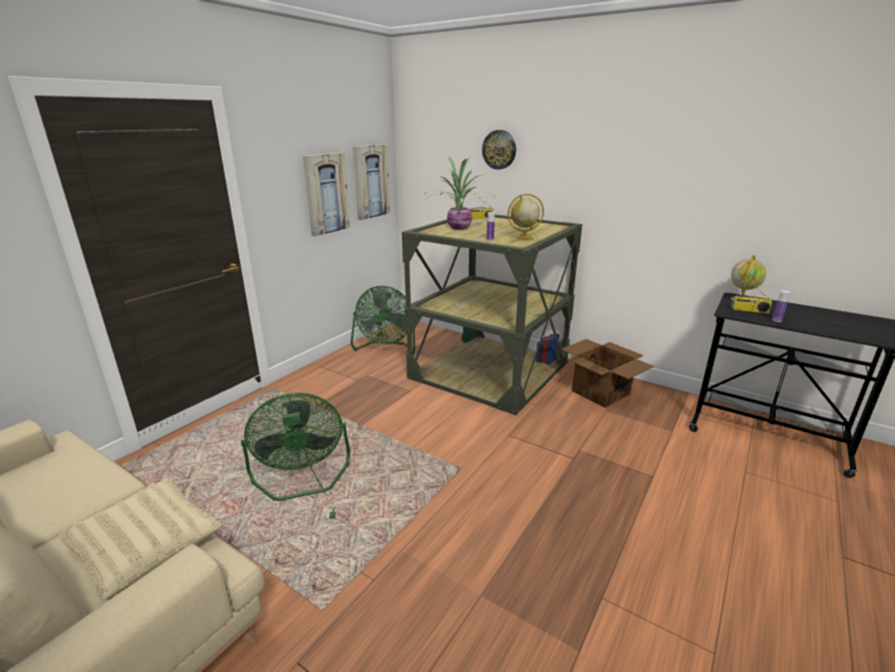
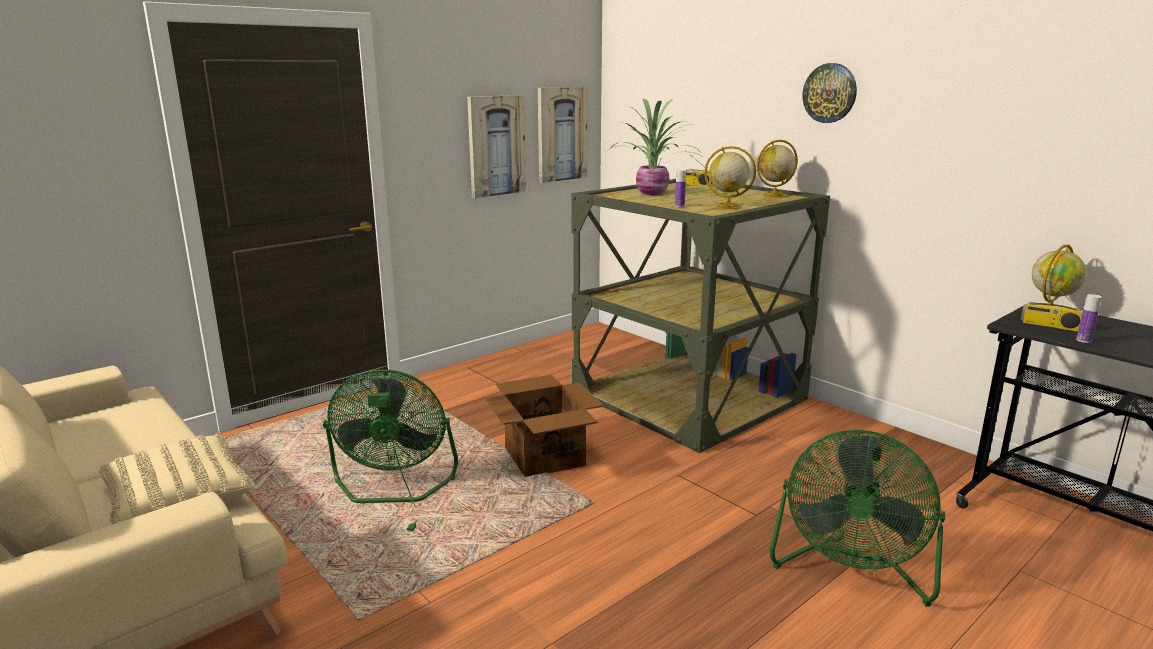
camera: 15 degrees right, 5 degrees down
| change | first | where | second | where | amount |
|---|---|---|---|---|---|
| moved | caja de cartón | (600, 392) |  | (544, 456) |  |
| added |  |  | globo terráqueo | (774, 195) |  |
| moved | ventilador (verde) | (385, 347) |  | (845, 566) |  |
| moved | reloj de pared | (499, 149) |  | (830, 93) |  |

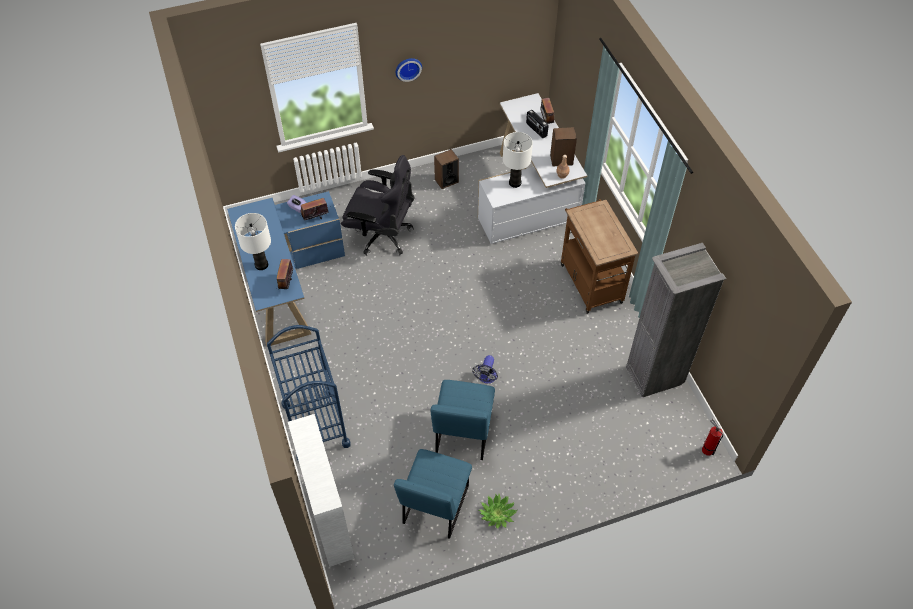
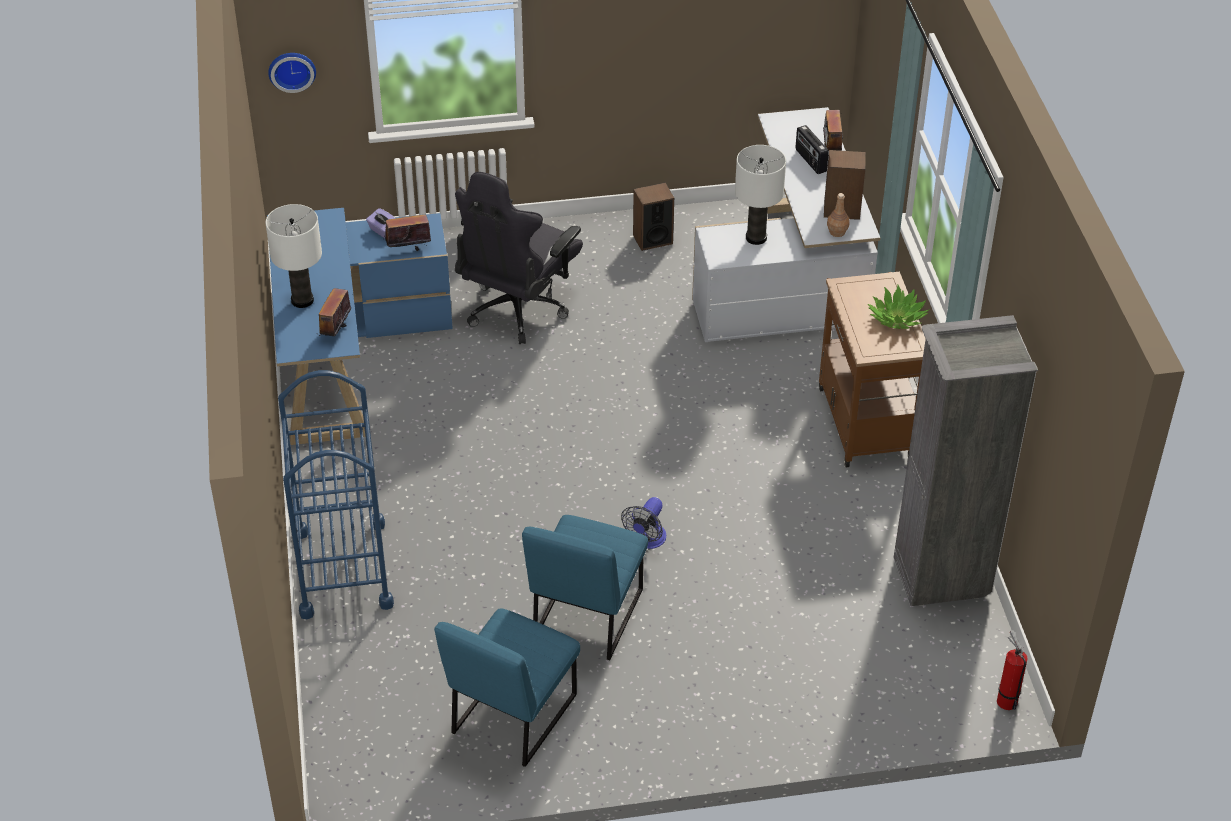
camera: 10 degrees right, 10 degrees down
| change | first | where | second | where | amount |
|---|---|---|---|---|---|
| moved | reloj de pared | (408, 68) |  | (292, 70) |  |
| turned | silla de oficina (negro) | (380, 235) |  | (519, 306) | 90 degrees clockwise |
| moved | planta en maceta | (497, 514) |  | (896, 318) |  |
| removed | estantería (blanco) | (328, 517) |  |  |  |

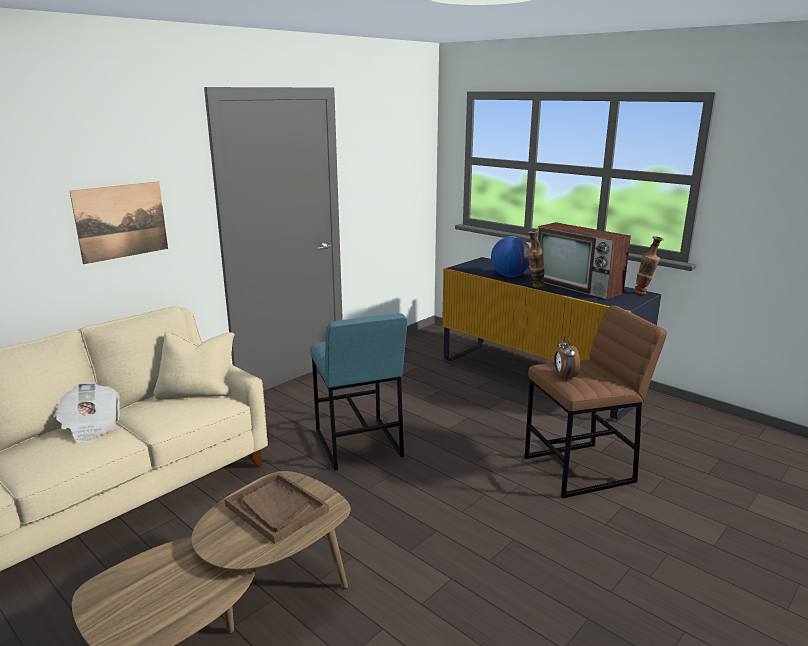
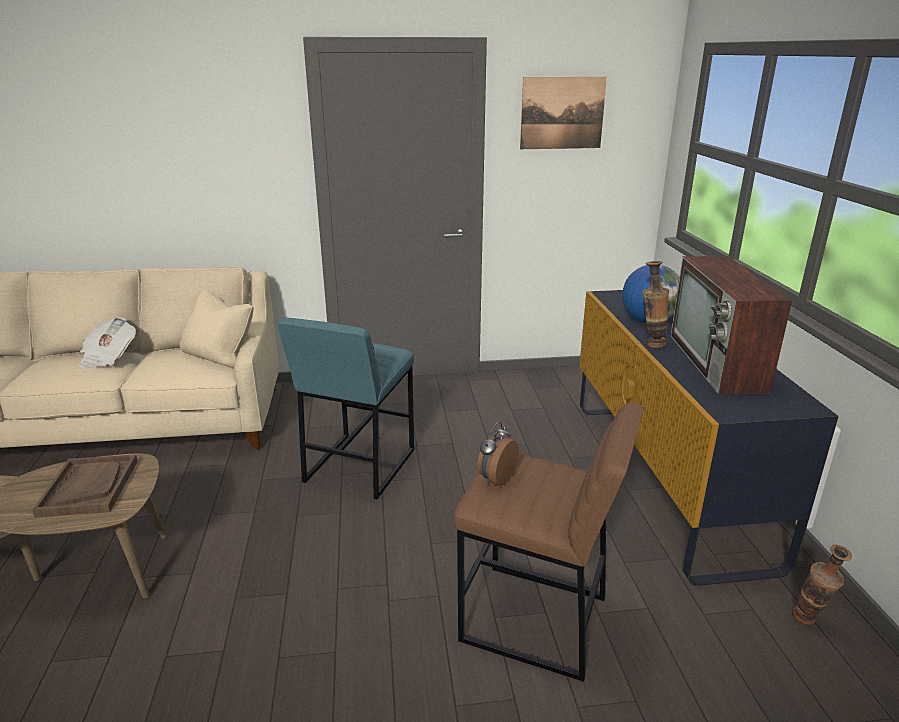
camera: 40 degrees right, 5 degrees up
| change | first | where | second | where | amount |
|---|---|---|---|---|---|
| moved | cuadro | (121, 221) |  | (562, 113) |  |
| moved | florero | (644, 294) |  | (808, 623) |  |

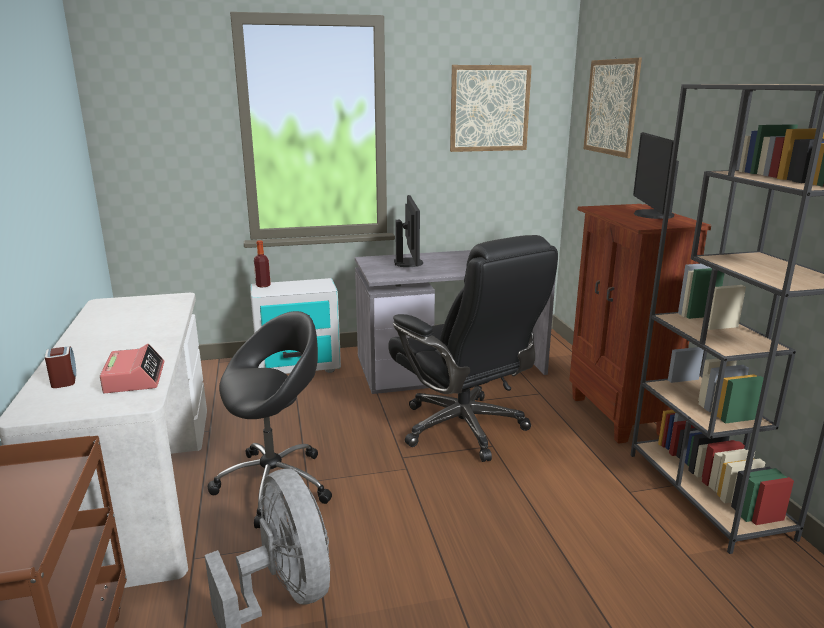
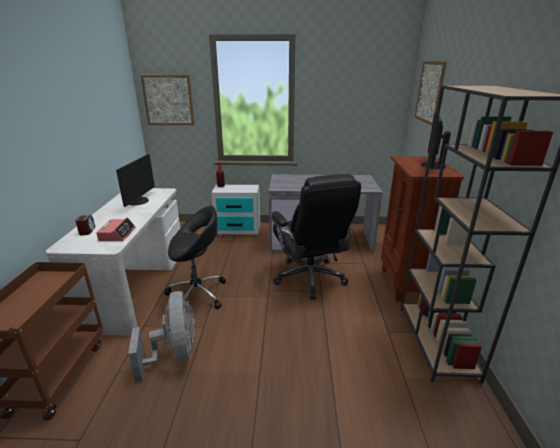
camera: 15 degrees right, 5 degrees up
| change | first | where | second | where | amount |
|---|---|---|---|---|---|
| moved | monitor | (409, 263) |  | (139, 201) |  |
| moved | cuadro | (489, 107) |  | (168, 100) |  |

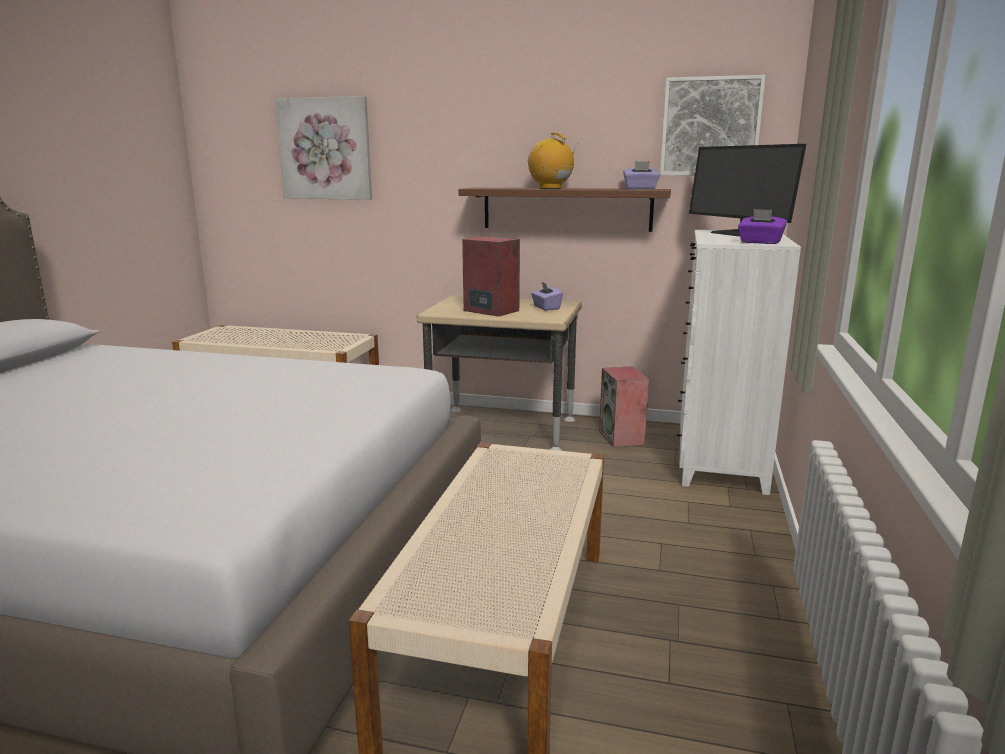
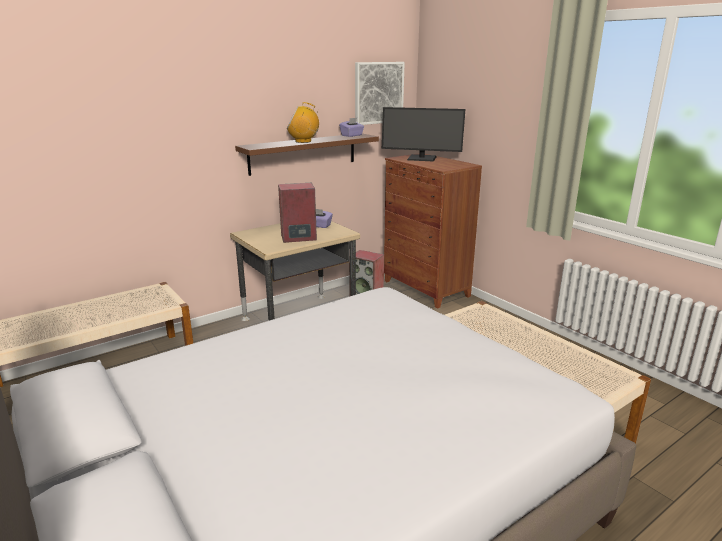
camera: 50 degrees left, 5 degrees up
| change | first | where | second | where | amount |
|---|---|---|---|---|---|
| recoloured | cómoda (blanco) | (717, 461) | cómoda (marrón) | (425, 289) |  |
| removed | cuadro | (325, 149) |  |  |  |
| removed | caja de pañuelos (morado) | (760, 242) |  |  |  |

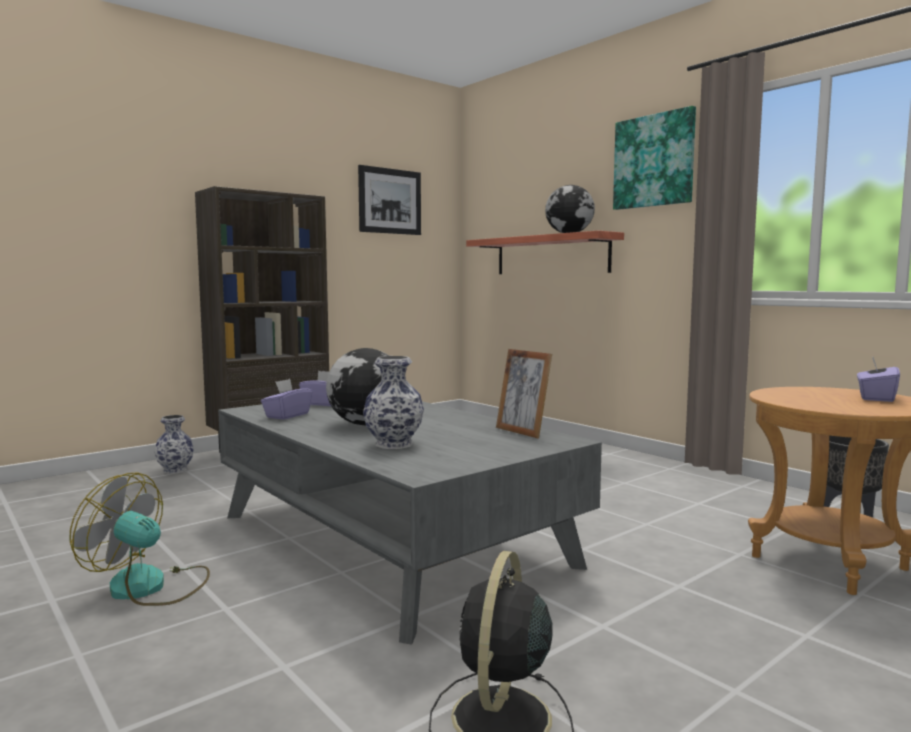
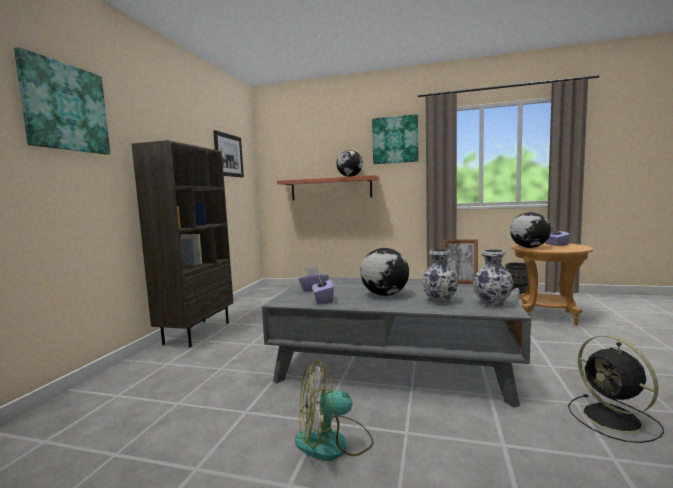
camera: 35 degrees left, 0 degrees up
| change | first | where | second | where | amount |
|---|---|---|---|---|---|
| added |  |  | cuadro | (65, 107) |  |
| moved | florero | (175, 470) |  | (493, 304) |  |
| added |  |  | globo terráqueo | (529, 247) |  |

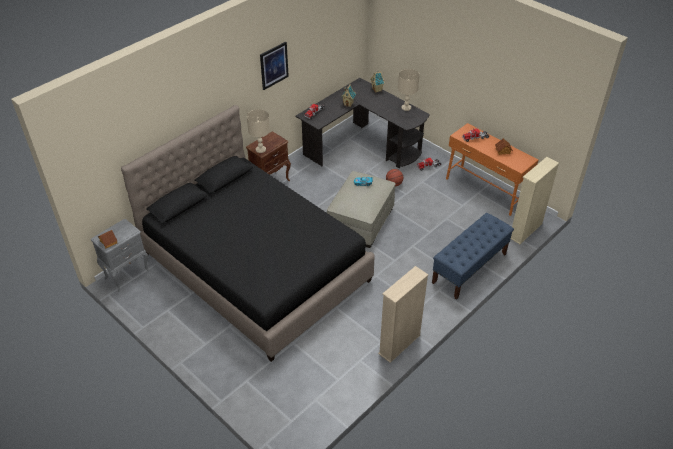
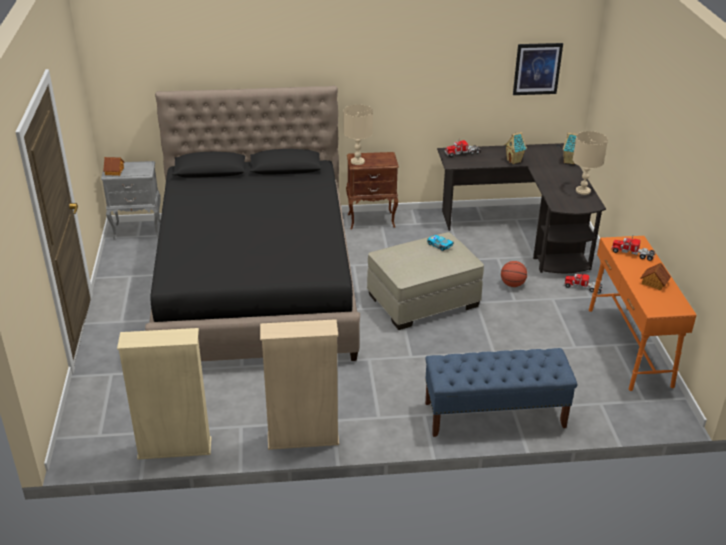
camera: 40 degrees right, 10 degrees down
| change | first | where | second | where | amount |
|---|---|---|---|---|---|
| moved | estantería (beis) | (525, 230) |  | (175, 448) |  |
| moved | cuadro | (274, 65) |  | (537, 69) |  |

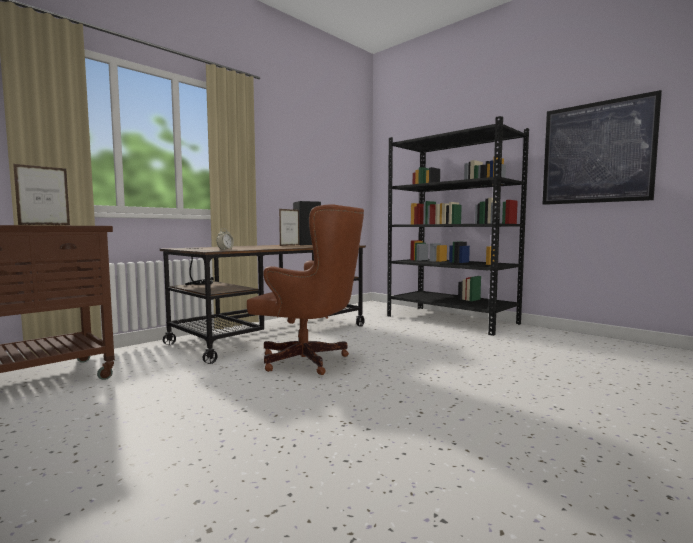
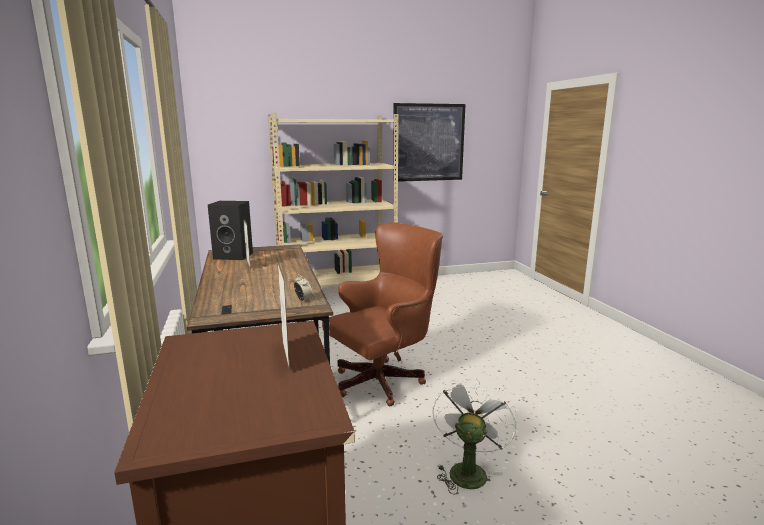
camera: 60 degrees left, 10 degrees up
| change | first | where | second | where | amount |
|---|---|---|---|---|---|
| recoloured | estantería (negro) | (451, 320) | estantería (beis) | (336, 294) |  |
| added |  |  | ventilador (blanco) | (467, 470) |  |

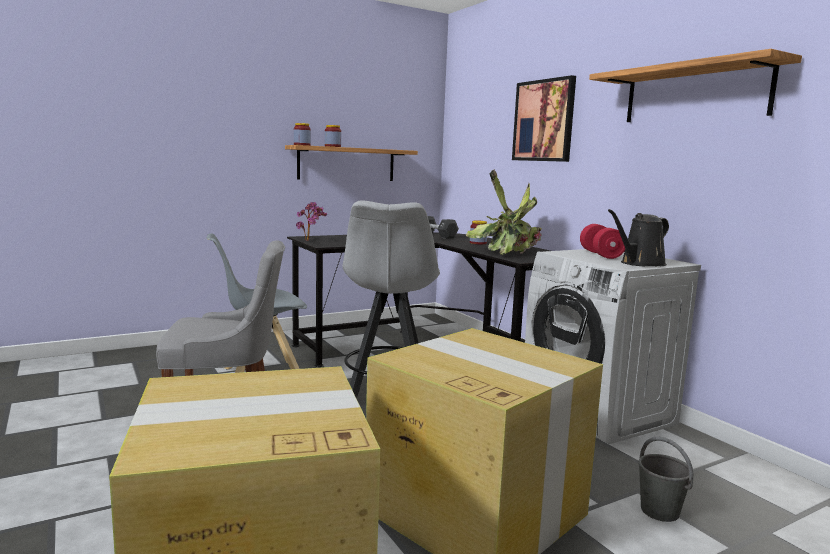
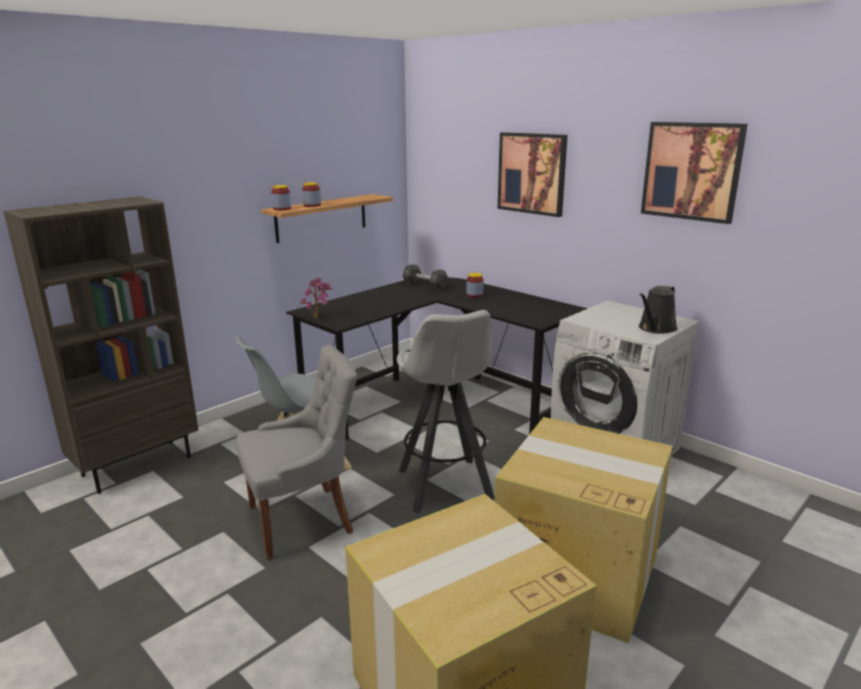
camera: 15 degrees left, 10 degrees up
| change | first | where | second | where | amount |
|---|---|---|---|---|---|
| added |  |  | estantería (marrón) | (137, 465) |  |
| replaced | estante | (694, 94) | cuadro | (691, 171) |  |
| removed | planta en maceta | (507, 252) |  |  |  |
| removed | mancuerna (rojo) | (601, 254) |  |  |  |
| removed | cubo (gris) | (660, 511) |  |  |  |

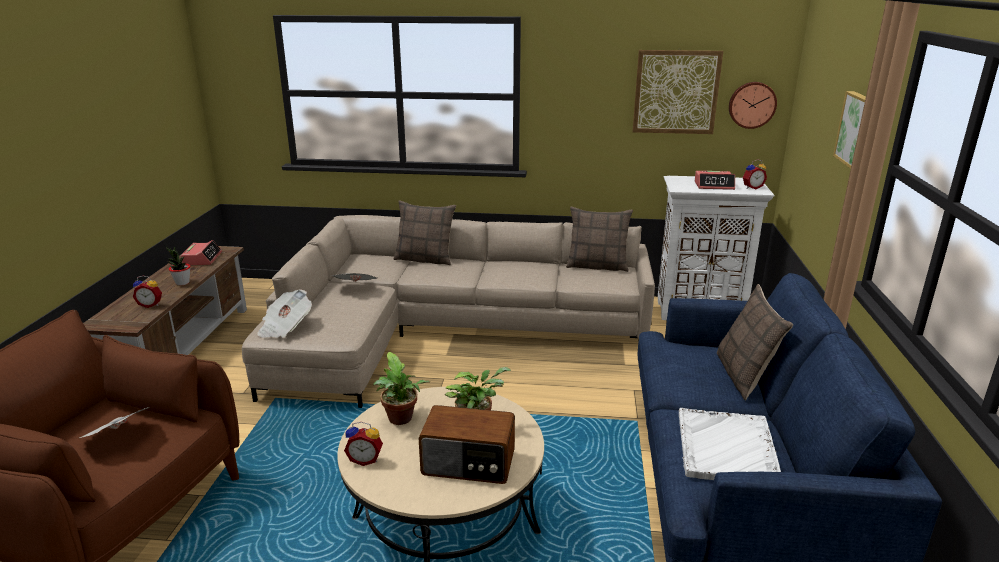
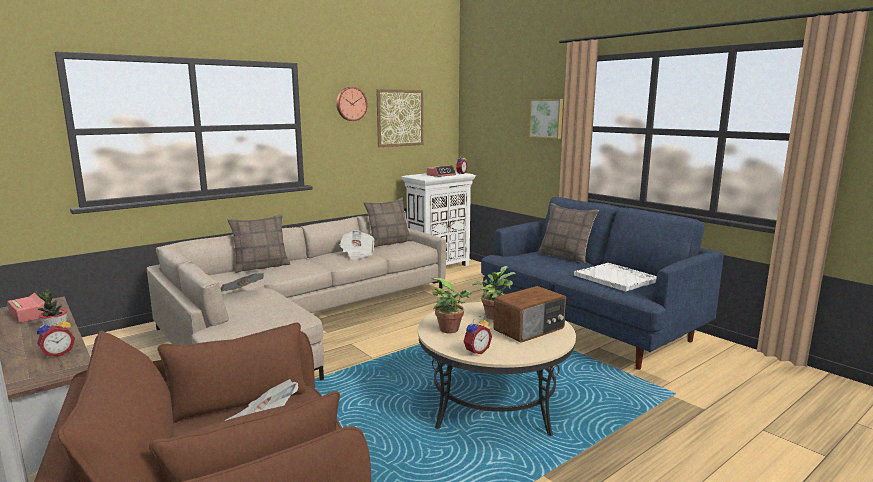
camera: 45 degrees left, 10 degrees down
| change | first | where | second | where | amount |
|---|---|---|---|---|---|
| moved | reloj de pared | (751, 105) |  | (351, 104) |  |
| moved | periódico | (285, 328) |  | (357, 254) |  |

